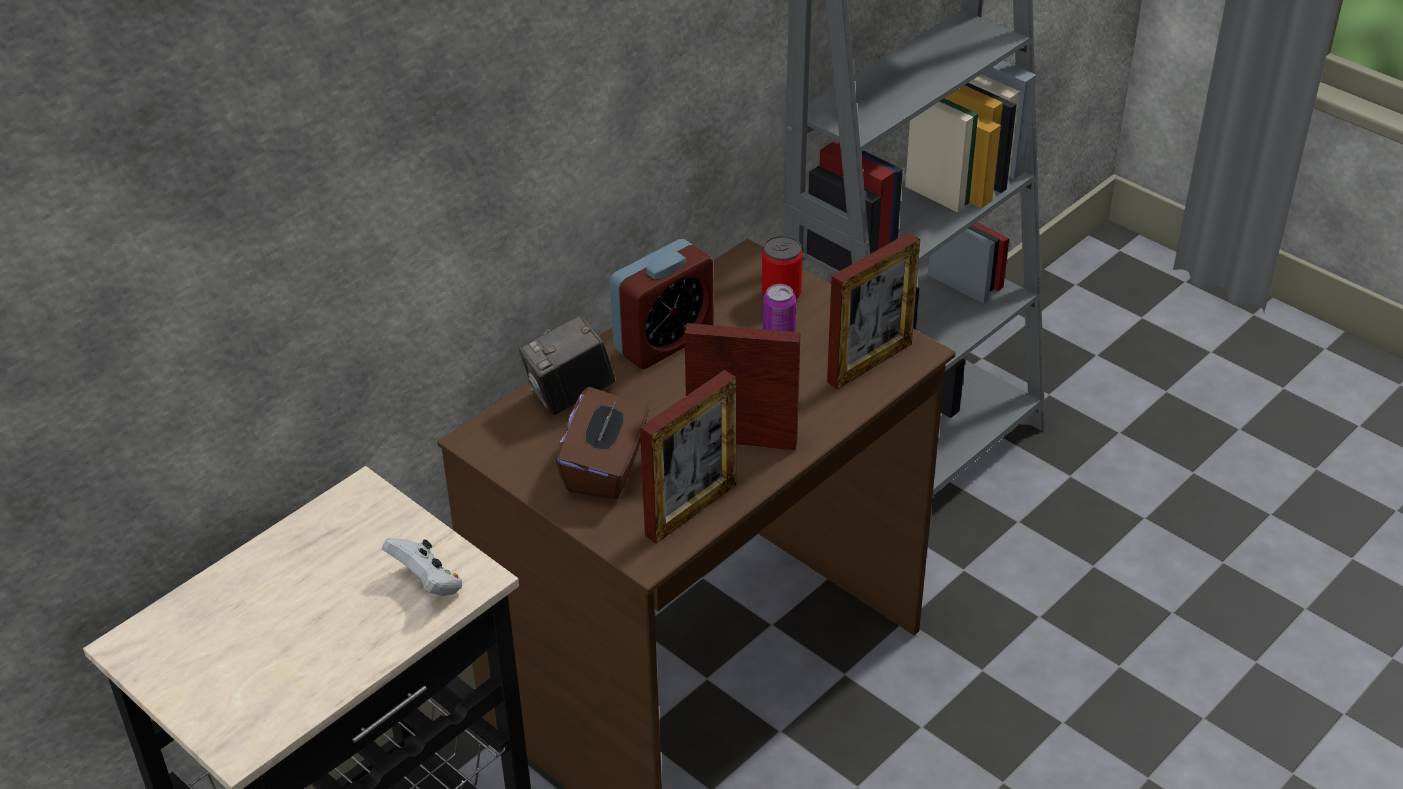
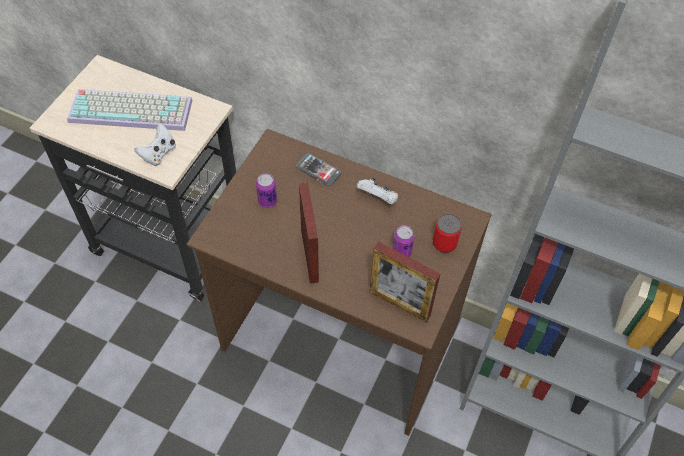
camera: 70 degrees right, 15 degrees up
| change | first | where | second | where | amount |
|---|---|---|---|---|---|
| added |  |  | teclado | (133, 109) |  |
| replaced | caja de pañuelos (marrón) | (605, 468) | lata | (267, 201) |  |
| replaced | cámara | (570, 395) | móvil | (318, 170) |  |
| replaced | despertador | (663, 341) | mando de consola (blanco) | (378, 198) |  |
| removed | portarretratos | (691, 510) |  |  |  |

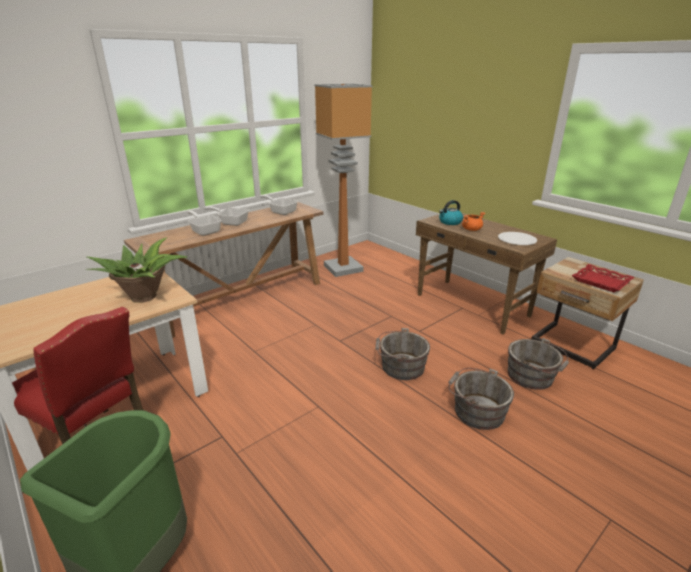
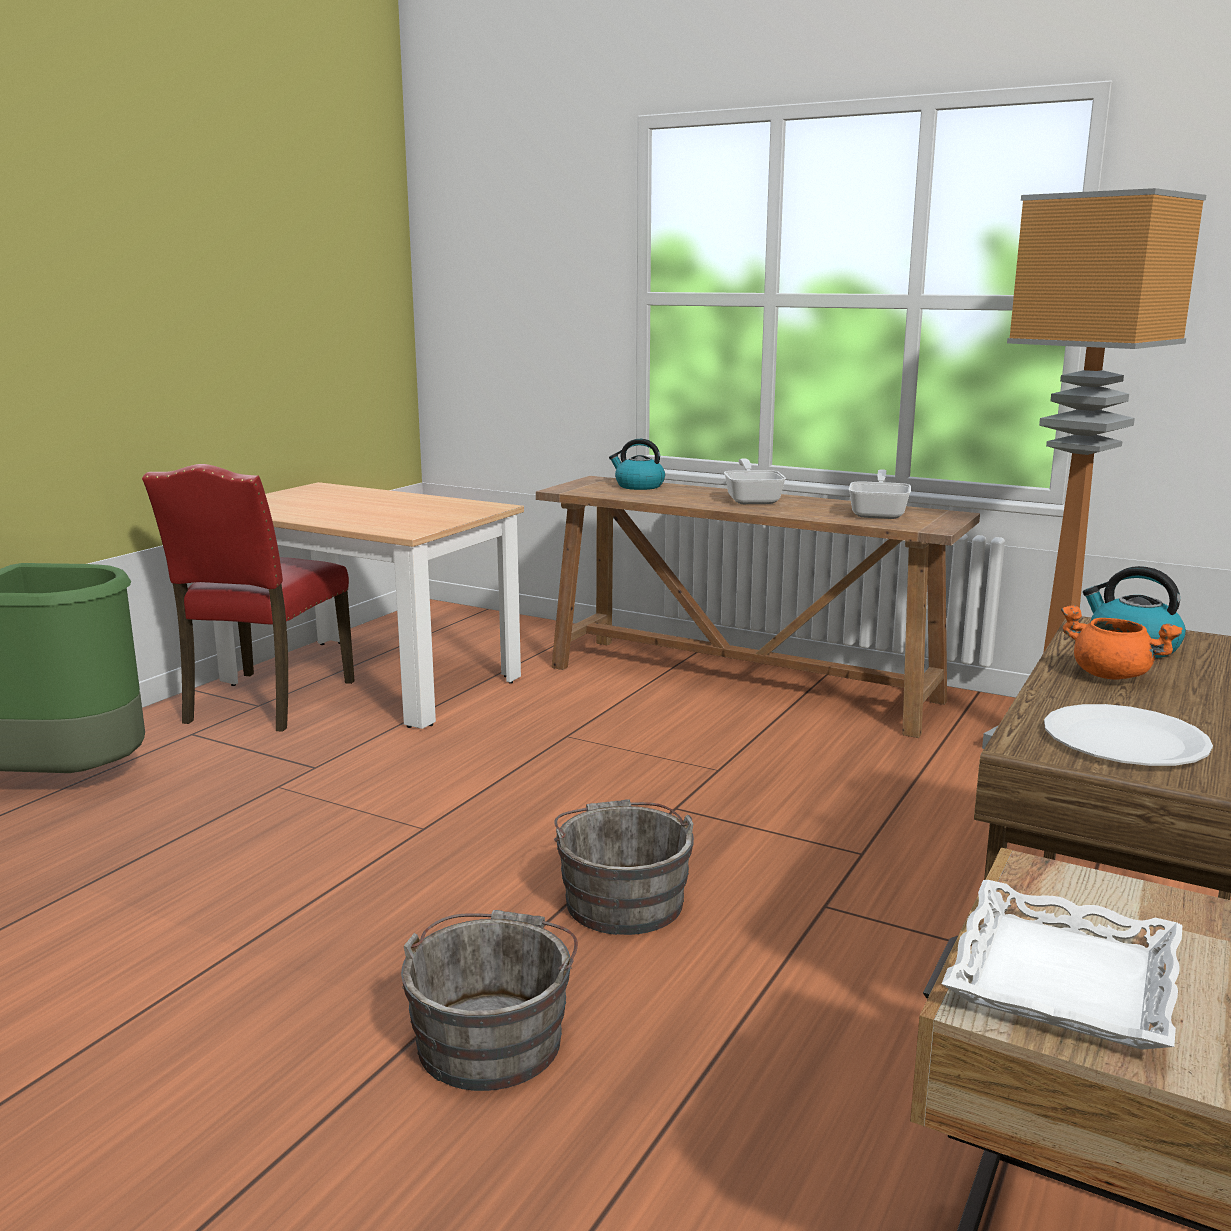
camera: 70 degrees right, 10 degrees down
| change | first | where | second | where | amount |
|---|---|---|---|---|---|
| added |  |  | hervidor | (638, 486) |  |
| recoloured | bandeja (rojo) | (601, 281) | bandeja (blanco) | (1061, 977) |  |
| removed | planta en maceta | (145, 296) |  |  |  |
| removed | sartén | (205, 231) |  |  |  |
| removed | cubo (gris) | (533, 377) |  |  |  |

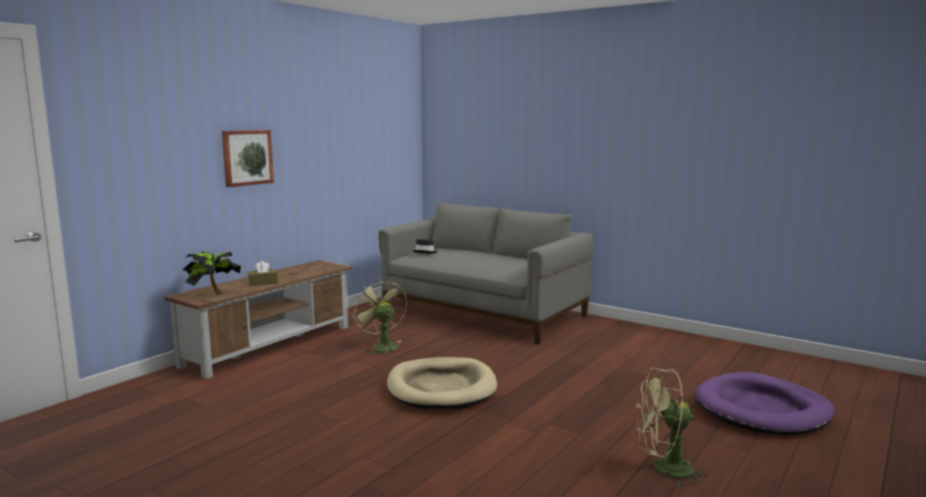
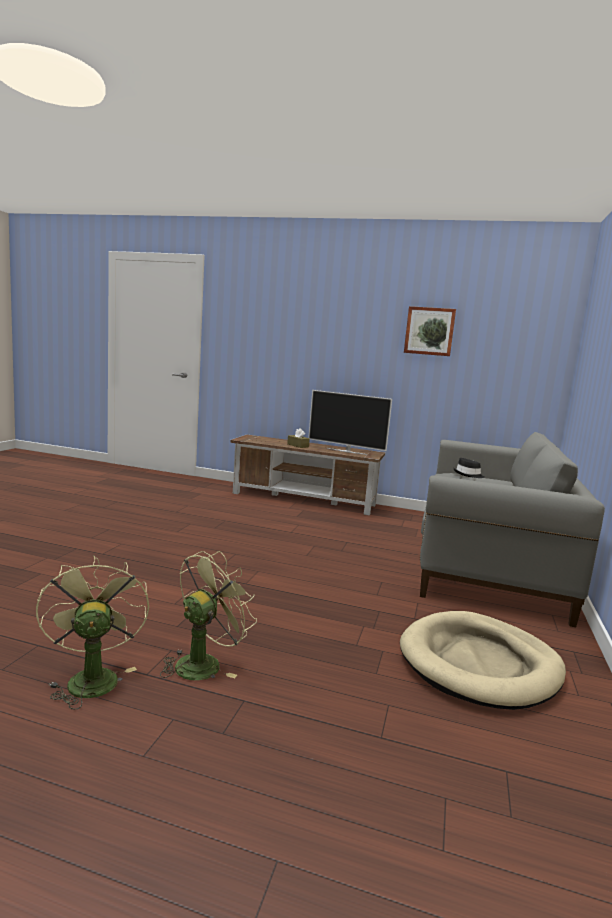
camera: 70 degrees right, 0 degrees up
| change | first | where | second | where | amount |
|---|---|---|---|---|---|
| moved | ventilador (verde) | (381, 346) |  | (204, 663) |  |
| added |  |  | televisor | (346, 451) |  |
| moved | cama para perro (beis) | (441, 388) |  | (479, 664) |  |
| moved | cuadro | (247, 157) |  | (429, 331) |  |
| removed | planta en maceta | (212, 294) |  |  |  |
| removed | cama para perro (morado) | (762, 410) |  |  |  |

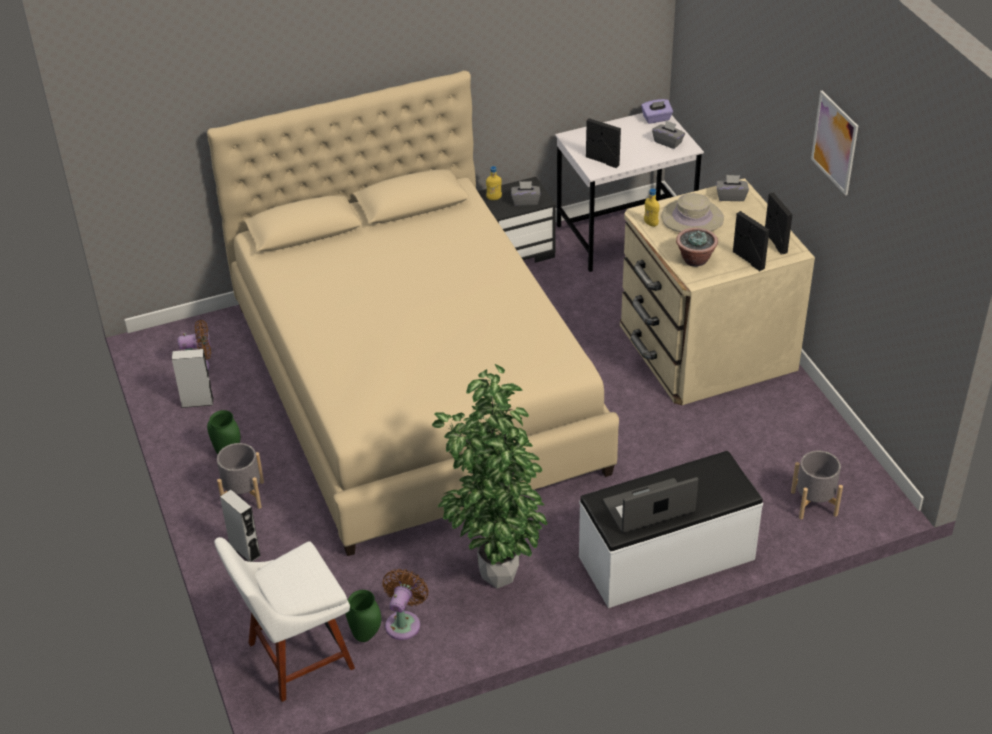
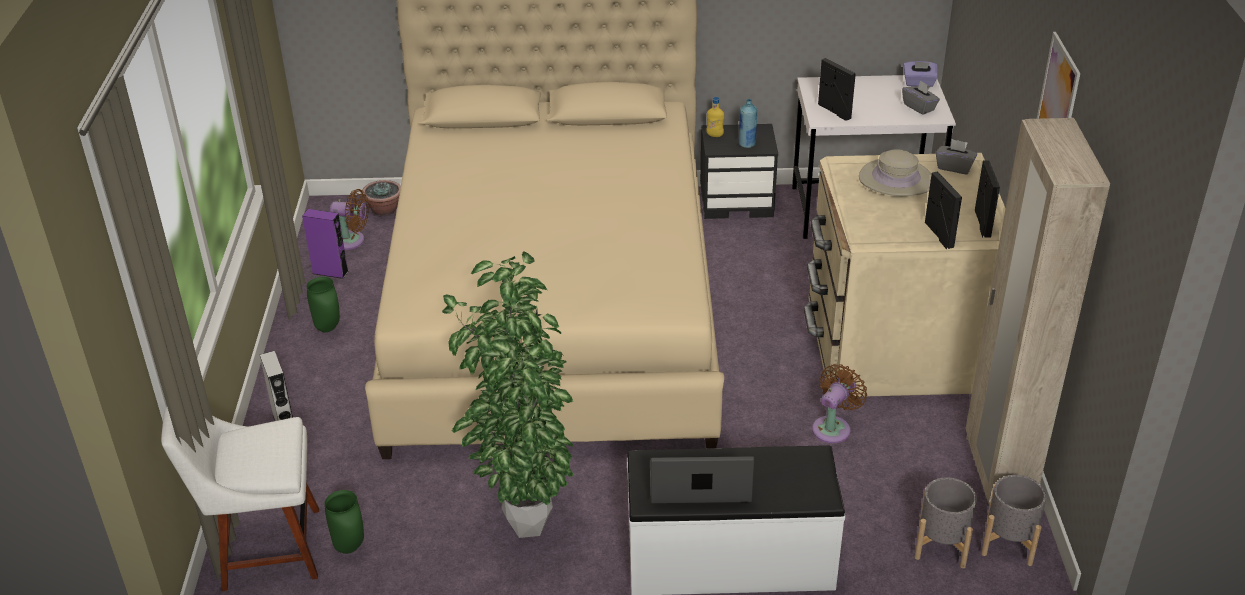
camera: 20 degrees right, 5 degrees down
| change | first | where | second | where | amount |
|---|---|---|---|---|---|
| recoloured | altavoz (gris) | (197, 402) | altavoz (morado) | (330, 272) |  |
| moved | planta en maceta | (695, 259) |  | (384, 210) |  |
| replaced | caja de pañuelos (gris) | (525, 201) | botella (azul) | (747, 144) |  |
| moved | ventilador (marrón) | (404, 622) |  | (833, 427) |  |
| added |  |  | armario ropero (beis) | (997, 473) |  |
| moved | maceta (gris) | (243, 495) |  | (1008, 543) |  |
| removed | botella (amarillo) | (651, 223) |  |  |  |

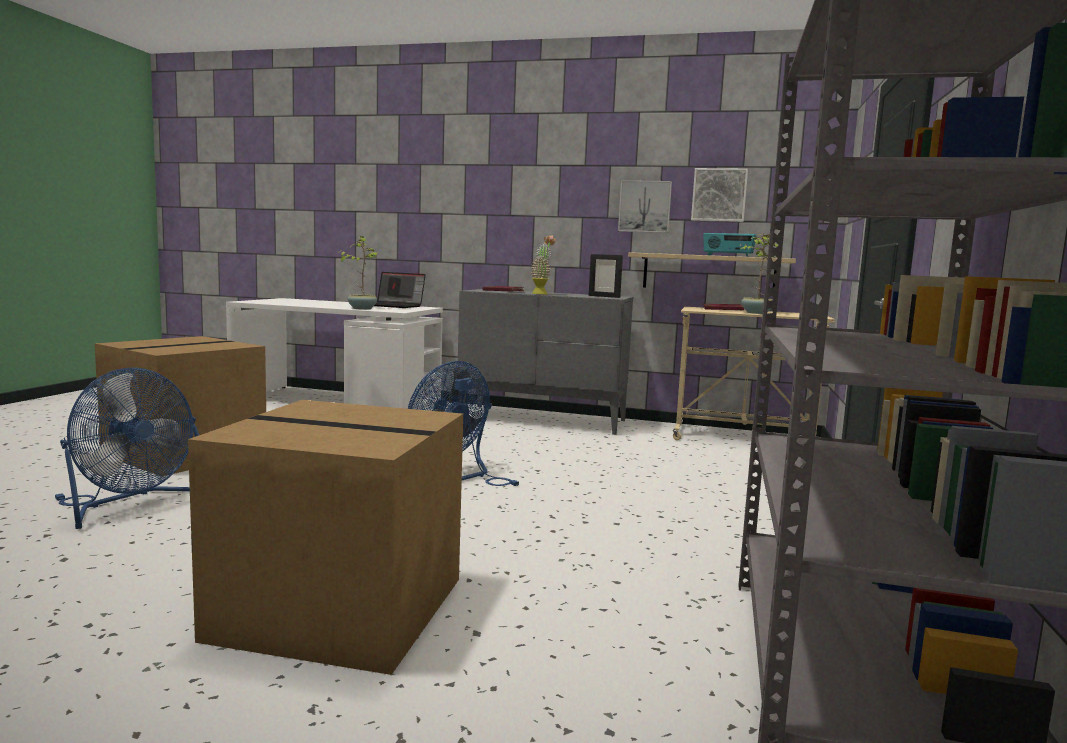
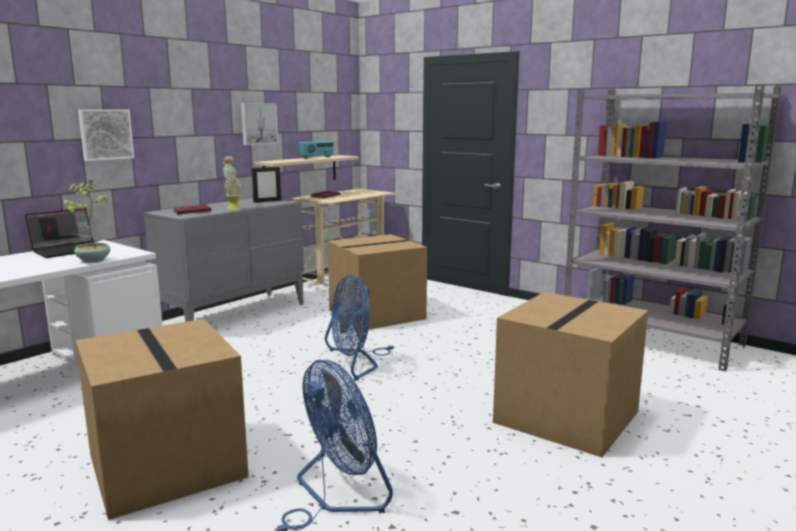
camera: 65 degrees left, 5 degrees up
| change | first | where | second | where | amount |
|---|---|---|---|---|---|
| moved | cuadro | (719, 195) |  | (105, 134) |  |
| added |  |  | caja de cartón | (377, 314) |  |
| removed | planta en maceta | (756, 313) |  |  |  |

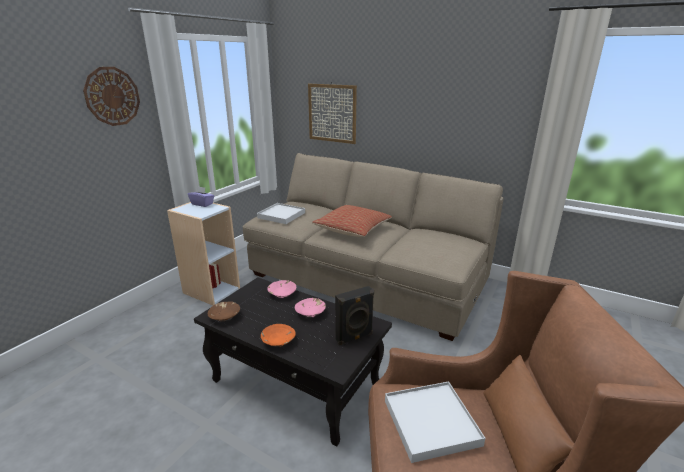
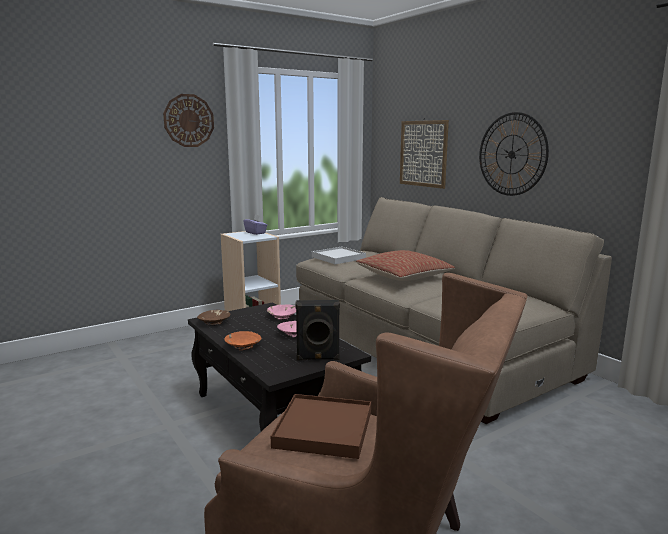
camera: 25 degrees right, 10 degrees down
| change | first | where | second | where | amount |
|---|---|---|---|---|---|
| recoloured | bandeja (blanco) | (430, 422) | bandeja (marrón) | (323, 429) |  |
| added |  |  | reloj de pared | (512, 154) |  |

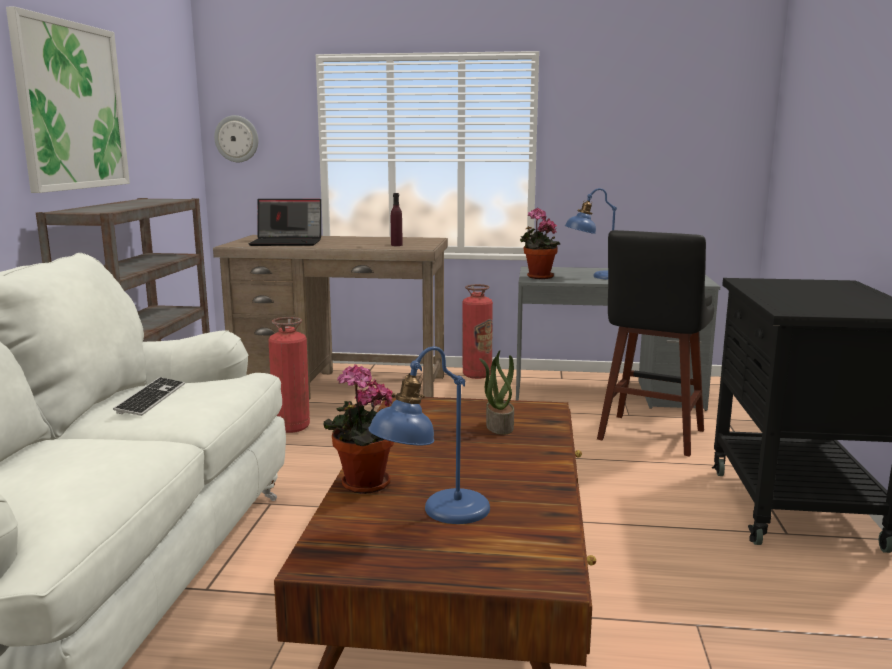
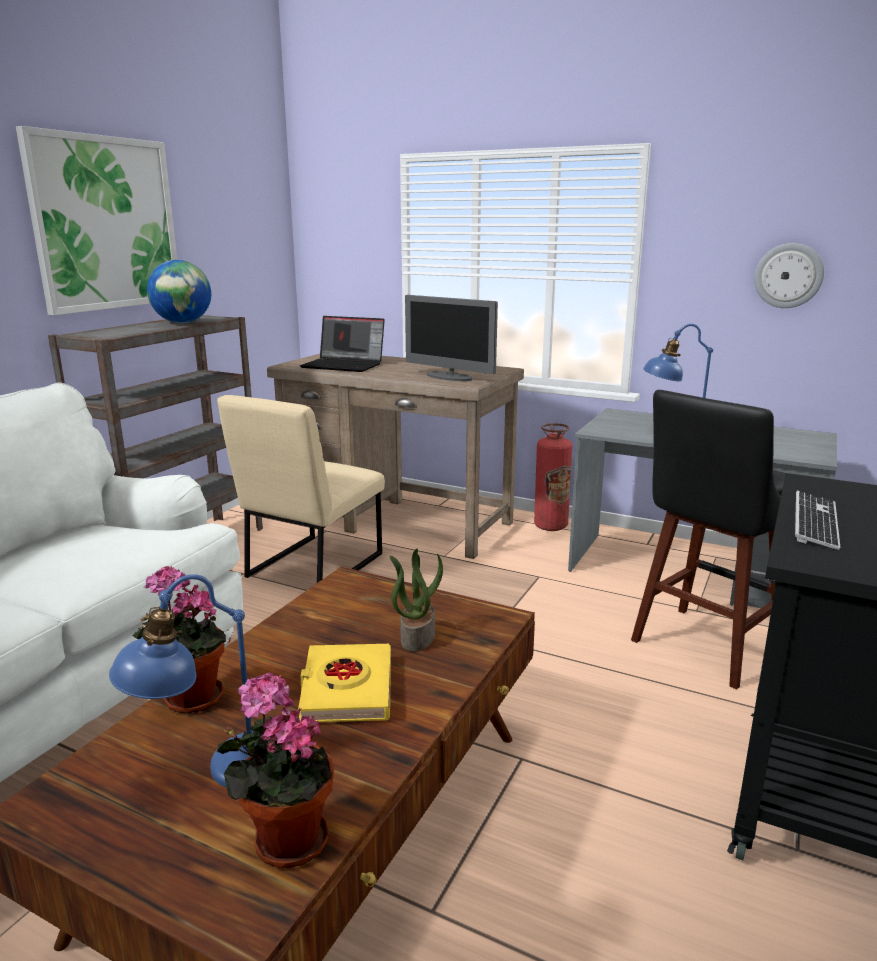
camera: 20 degrees right, 5 degrees up
| change | first | where | second | where | amount |
|---|---|---|---|---|---|
| added |  |  | globo terráqueo | (183, 323) |  |
| replaced | extintor | (291, 427) | silla (beis) | (312, 566) |  |
| moved | planta en maceta | (537, 277) |  | (284, 840) |  |
| added |  |  | libro (amarillo) | (346, 689) |  |
| replaced | botella (morado) | (396, 245) | monitor | (449, 377) |  |
| moved | reloj de pared | (237, 139) |  | (788, 275) |  |
| moved | teclado | (151, 398) |  | (815, 522) |  |

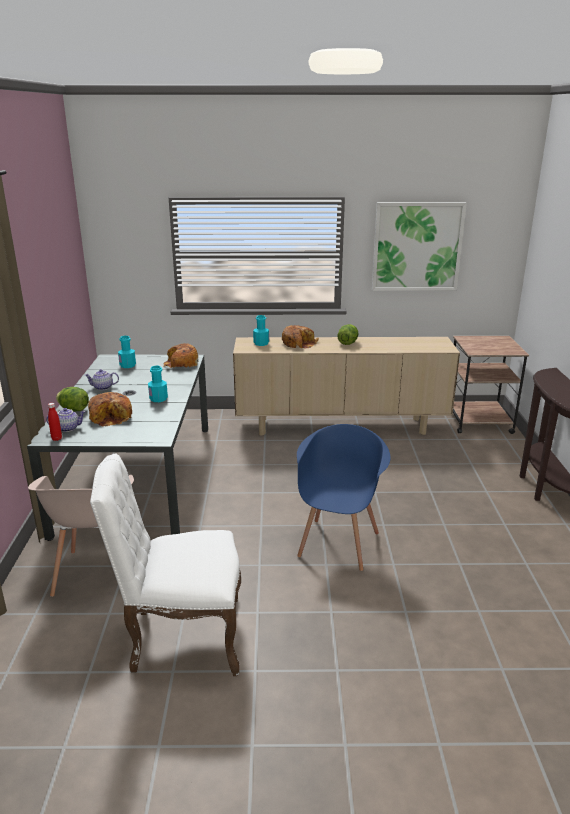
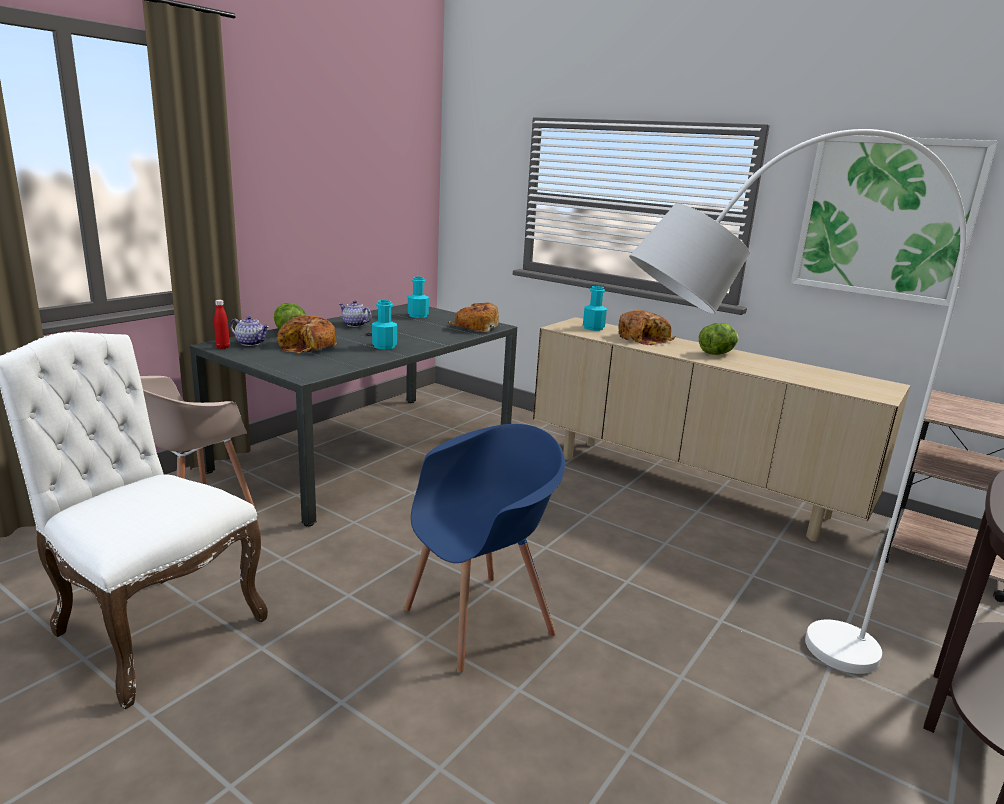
camera: 35 degrees right, 5 degrees down
| change | first | where | second | where | amount |
|---|---|---|---|---|---|
| added |  |  | lámpara de pie (blanco) | (727, 668) |  |

